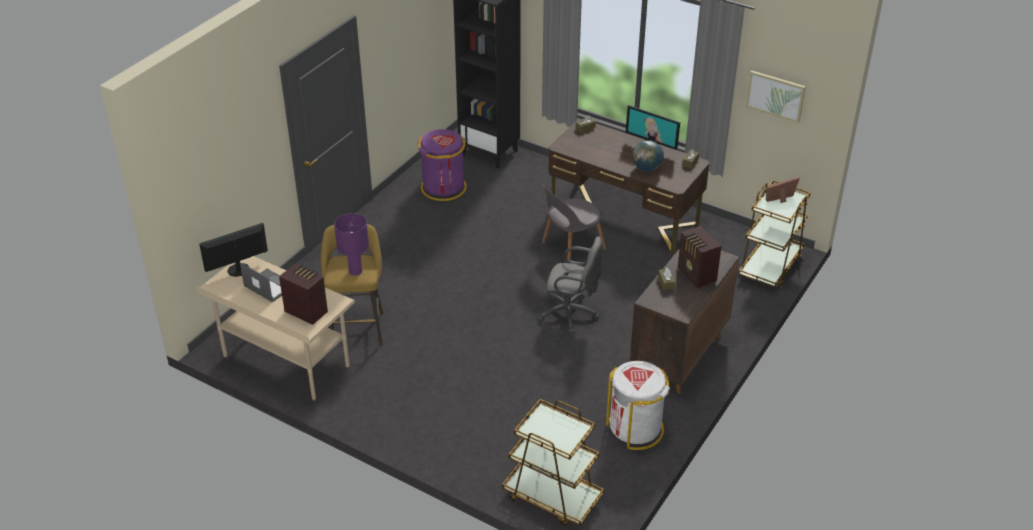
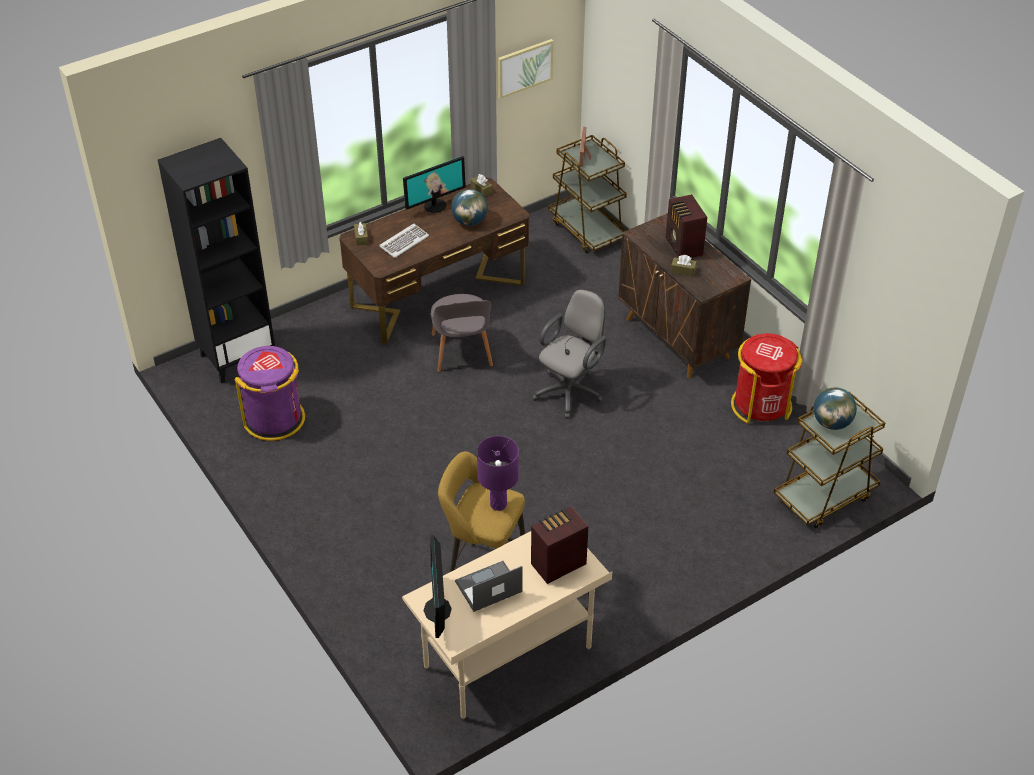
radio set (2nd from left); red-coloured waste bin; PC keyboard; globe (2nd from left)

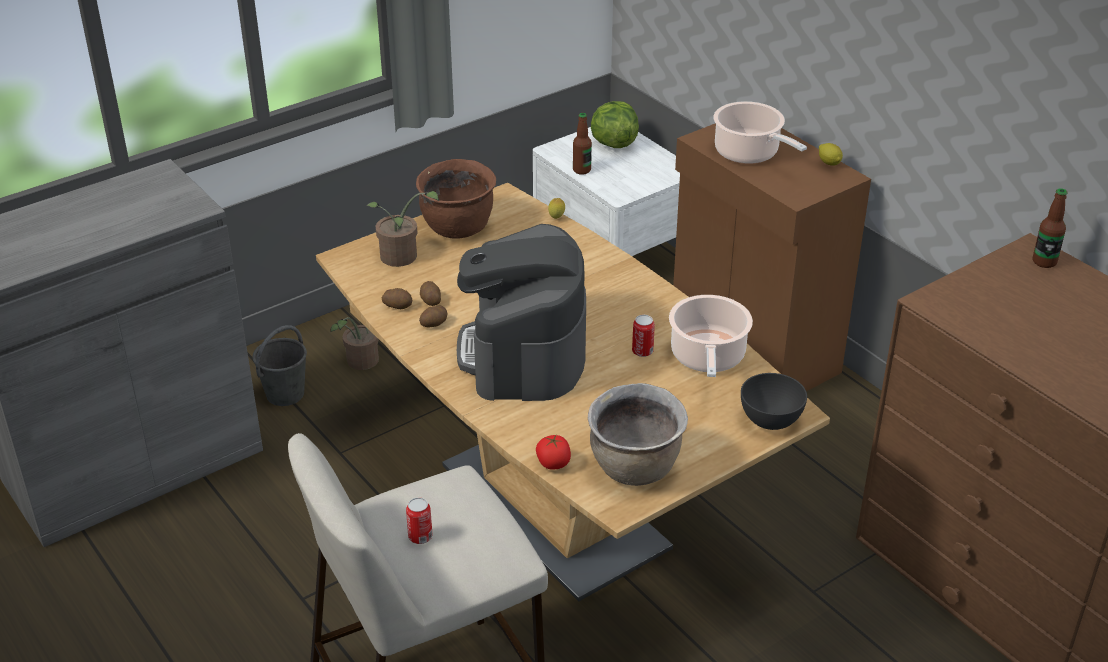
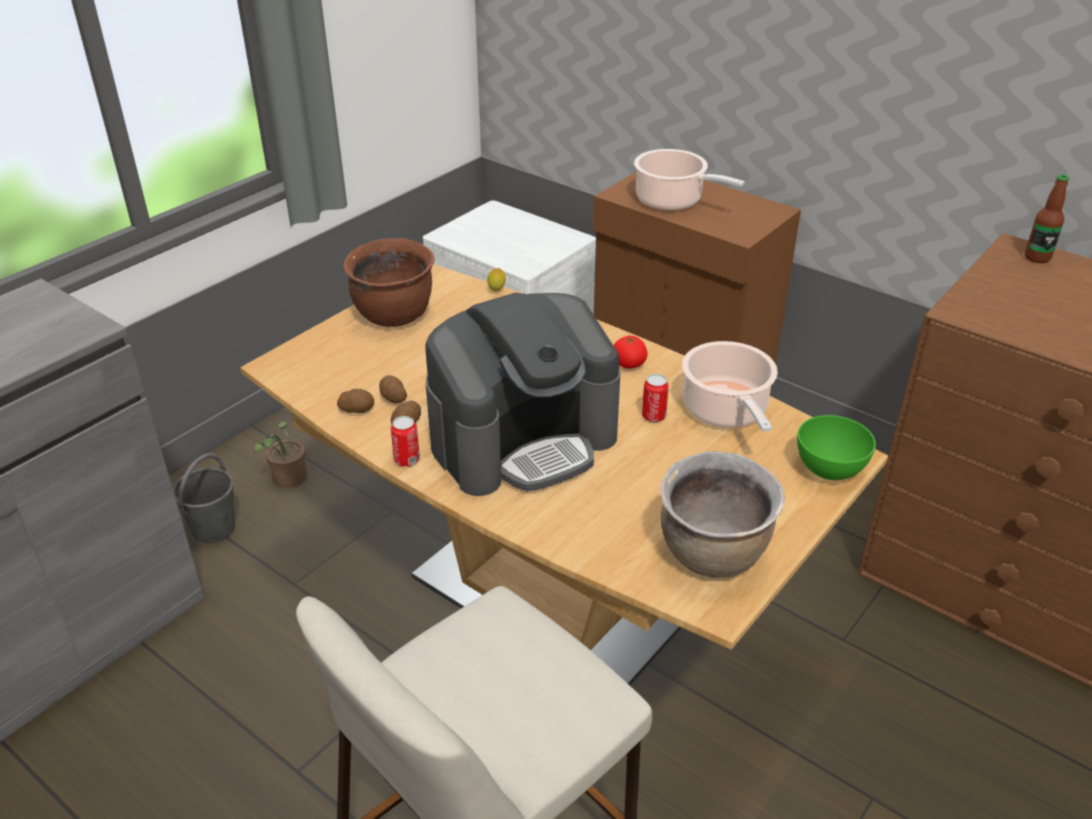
lettuce; drink bottle (1st from left in the first image); lemon (2nd from left in the first image); potted plant (2nd from left in the first image); coffee brewer; green serving bowl; tomato; metal can (1st from left)

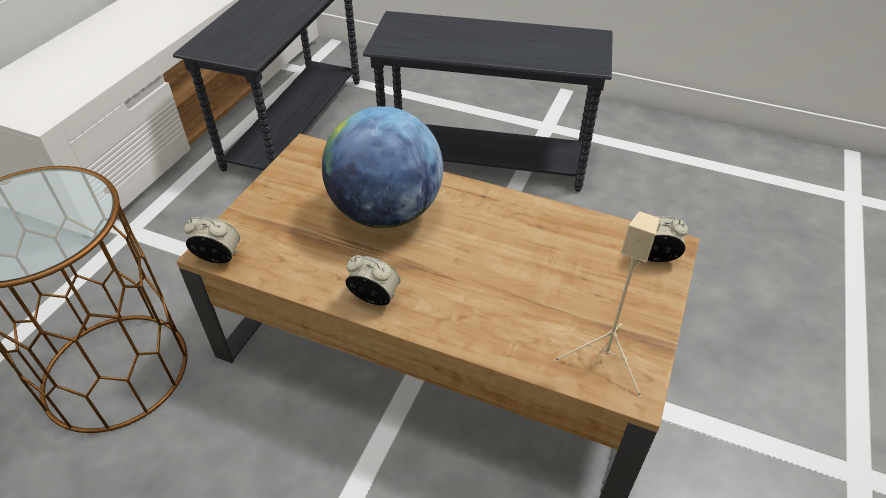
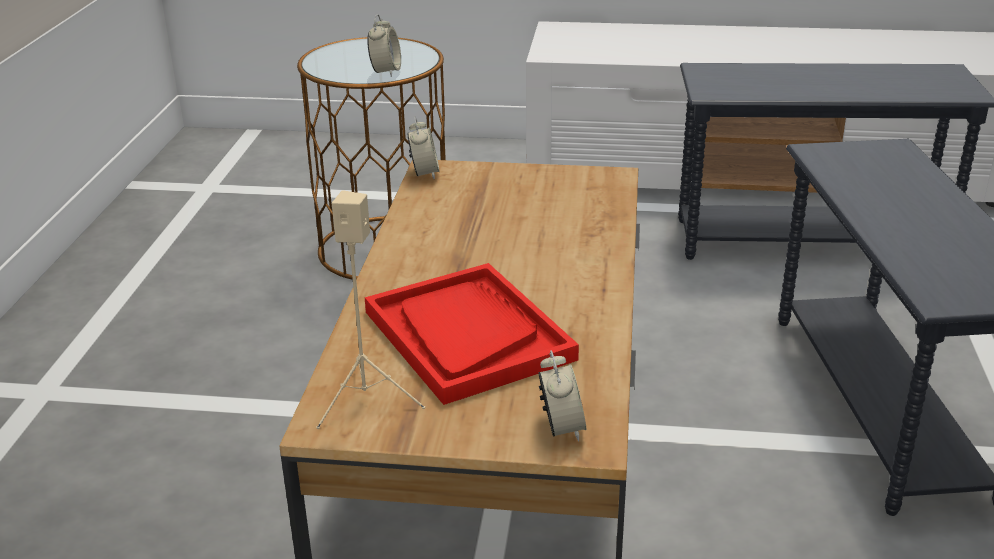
globe; table clock (1st from left); red-coloured serving tray

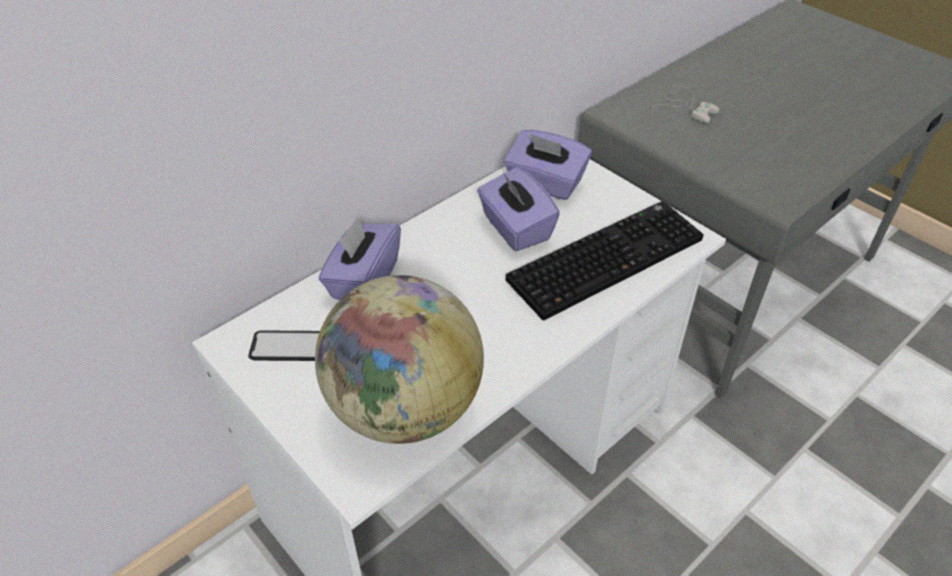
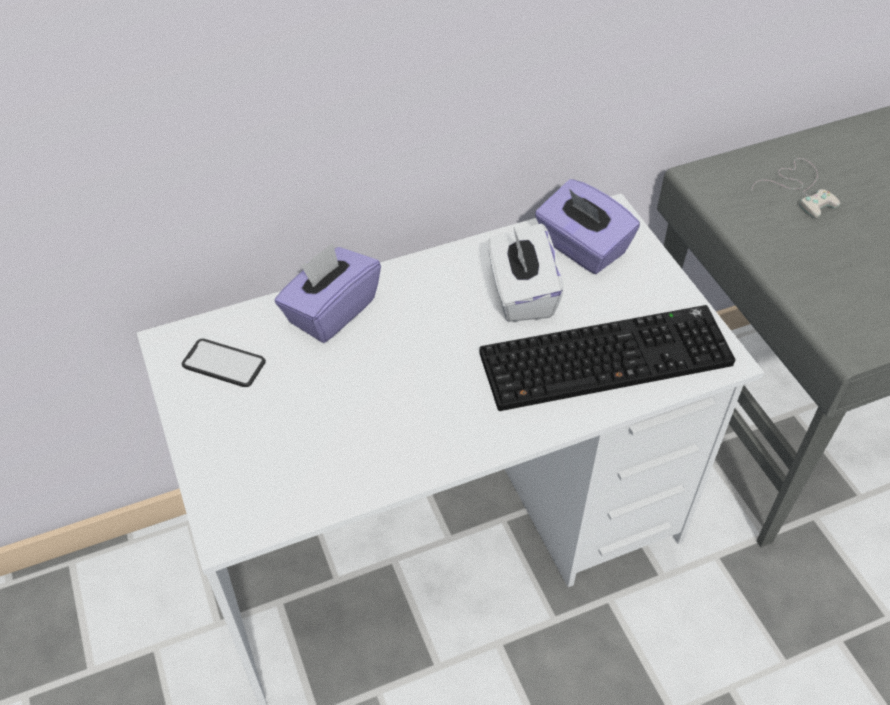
whitish tissue holder; globe

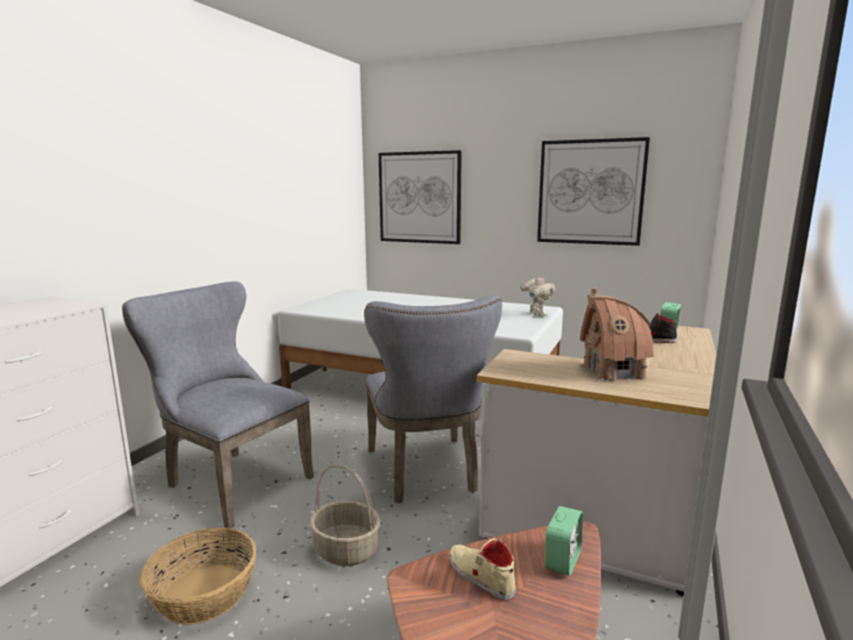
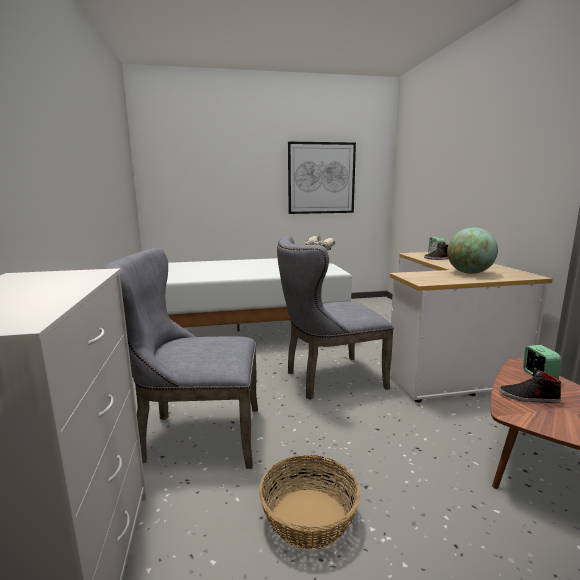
wall picture (1st from left in the first image); globe; gray plain chair (2nd from left); basket (2nd from left in the first image); black-coloured item of footwear (2nd from left)

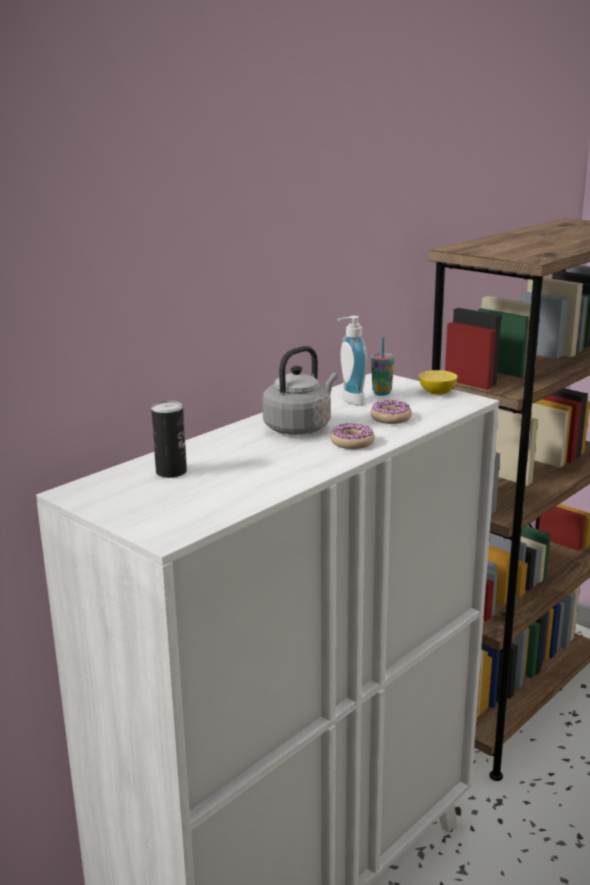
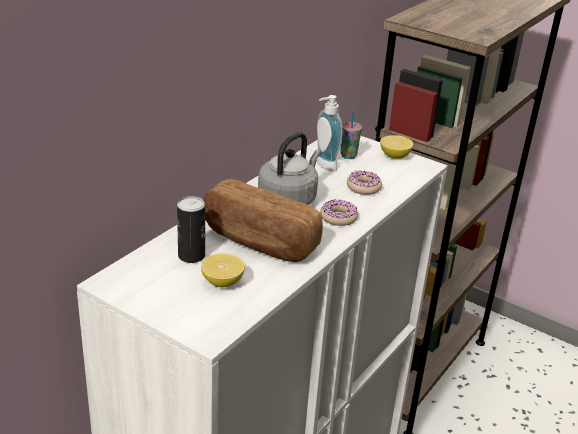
baked bread; lemon (1st from left)

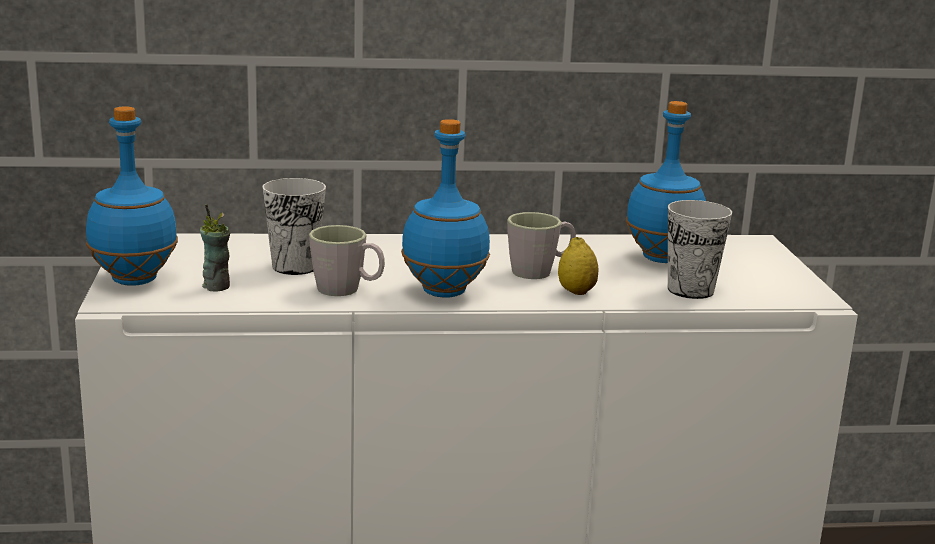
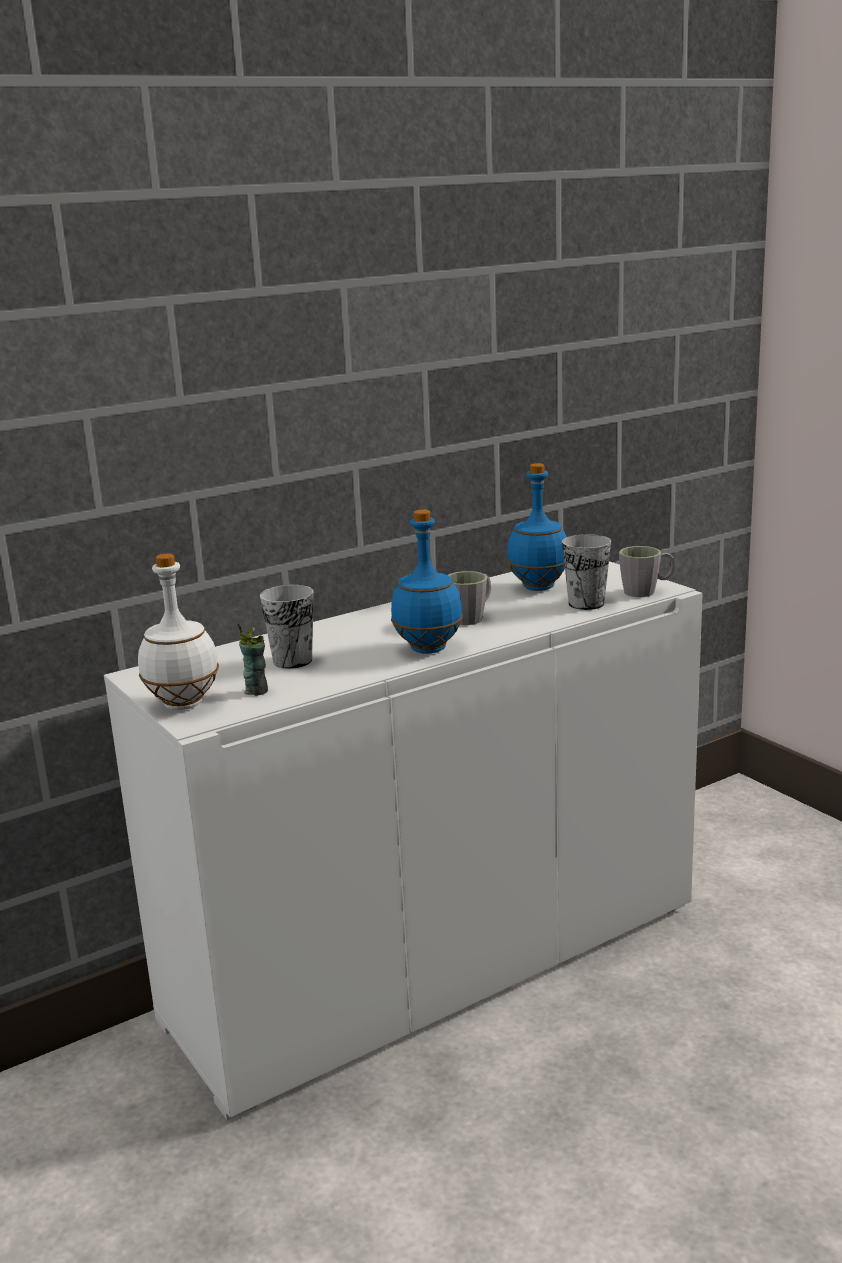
whitish drink bottle; gray tea mug (2nd from left); lemon

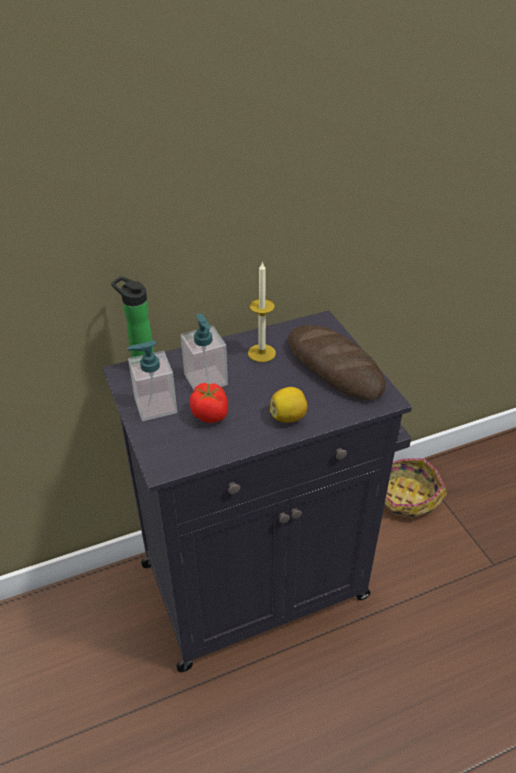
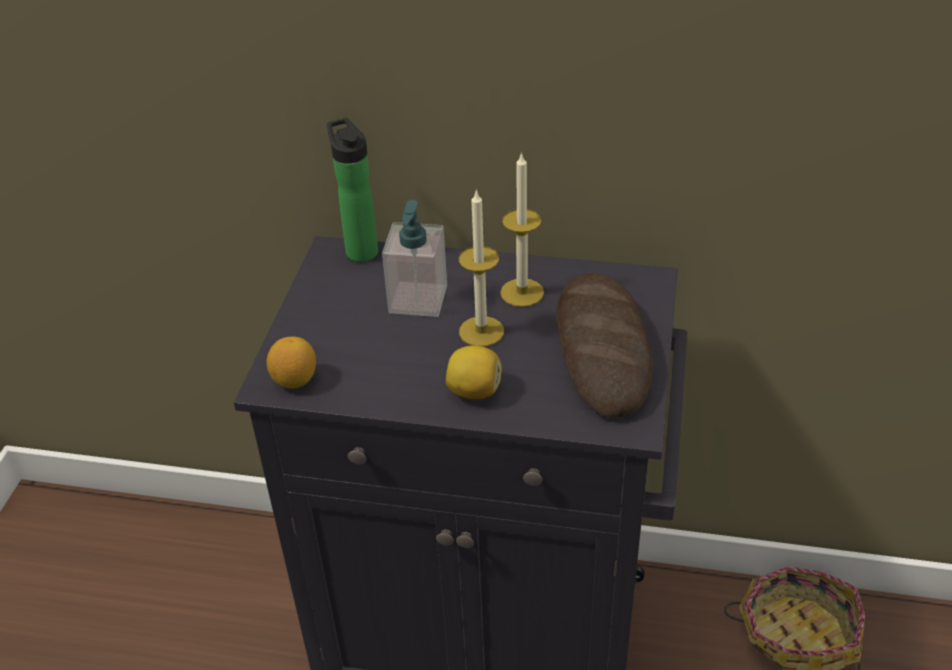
liquid soap bottle (1st from left in the first image); tomato; candle (1st from left); lemon (1st from left)

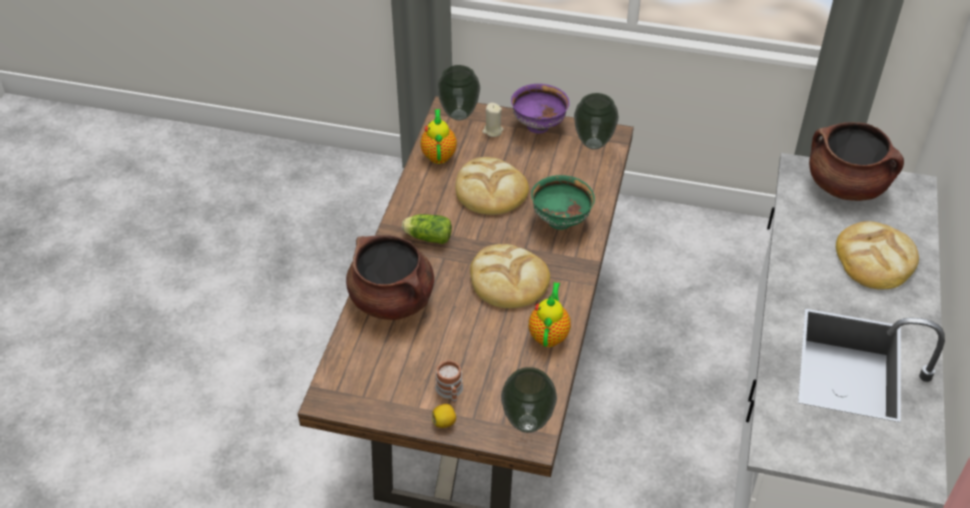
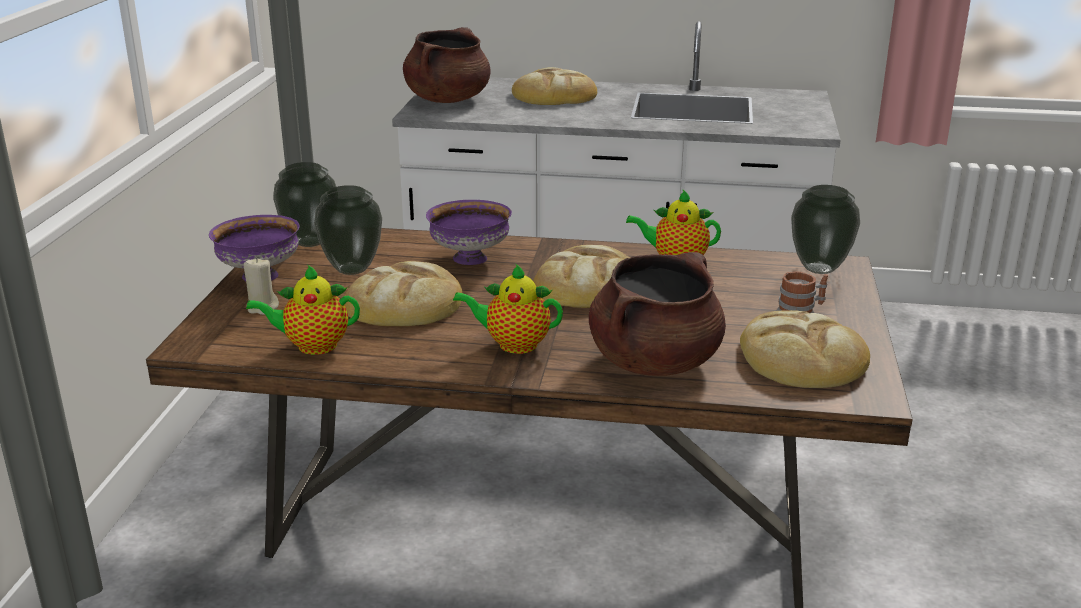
flower vase (2nd from left); purple-coloured serving bowl (2nd from left); tea pot (2nd from left); lemon; baked bread (4th from left)

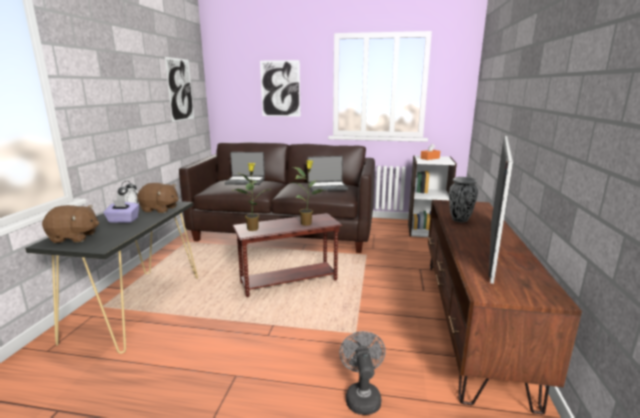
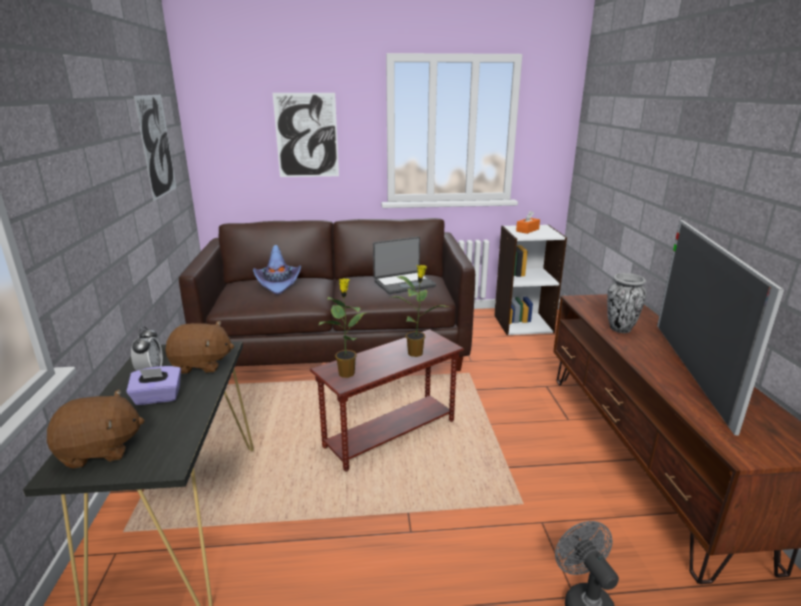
purple-coloured wearable hat

